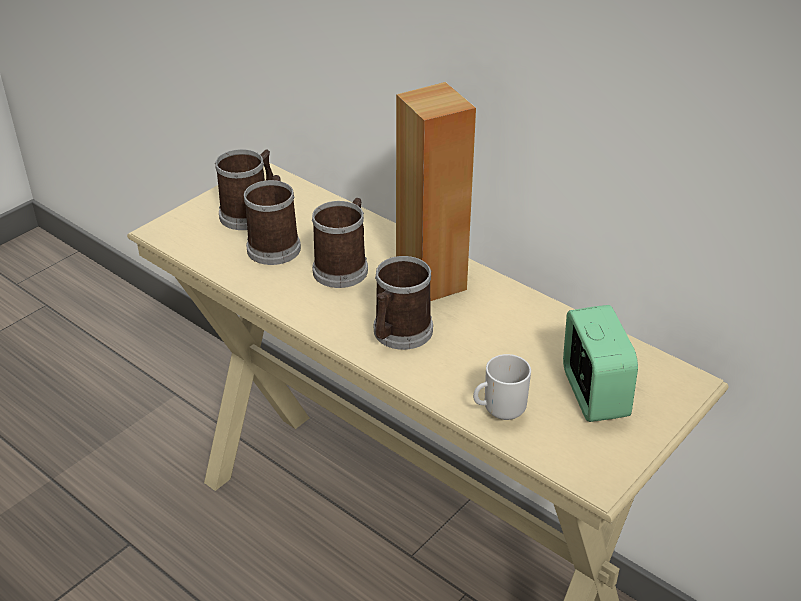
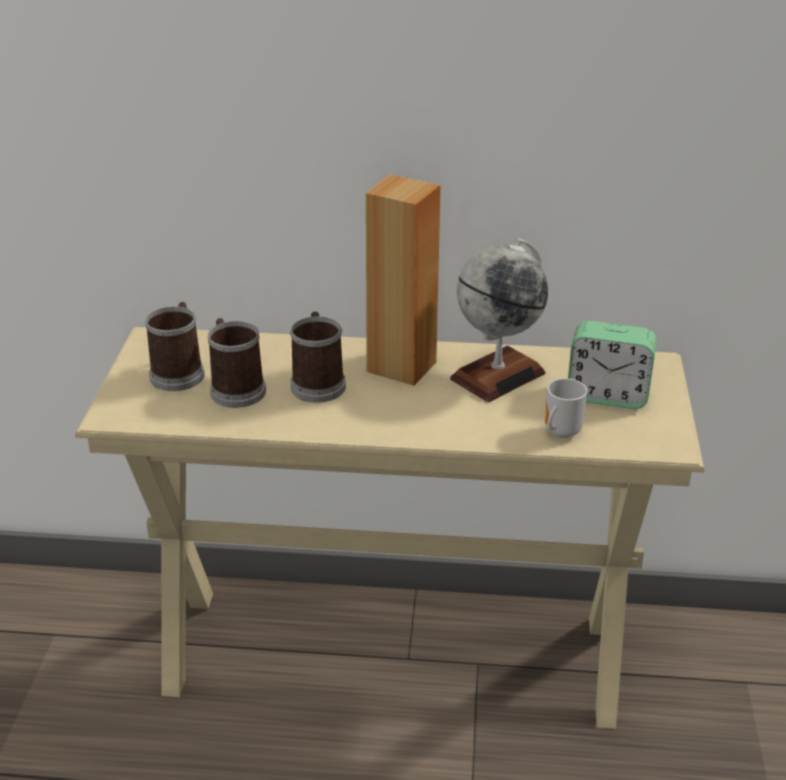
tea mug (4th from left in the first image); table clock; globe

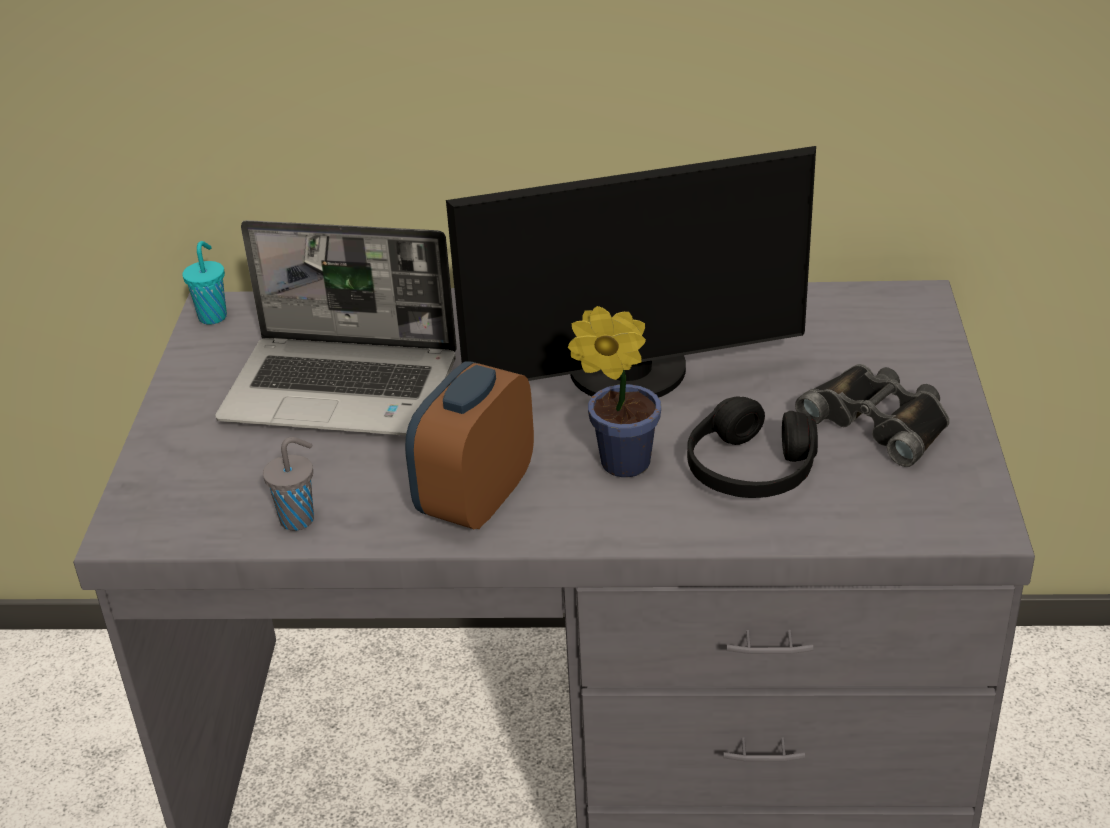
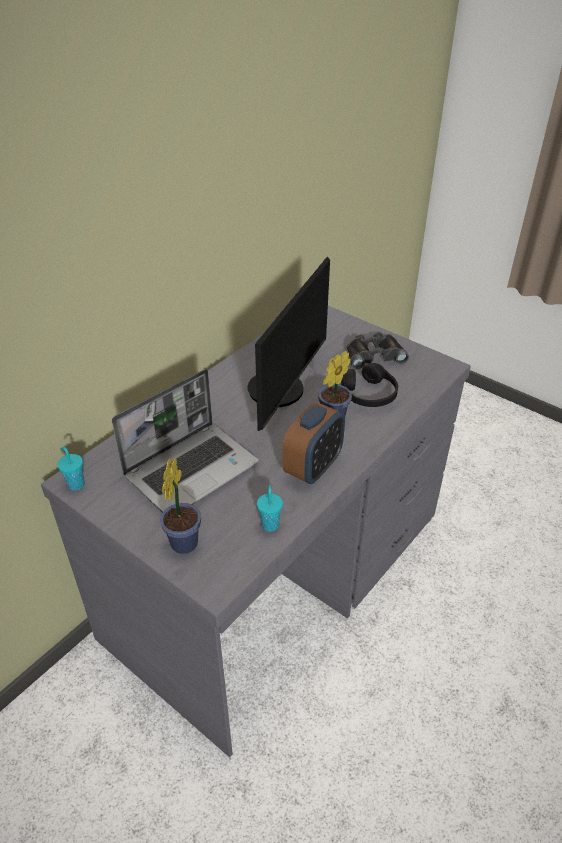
table clock; turquoise small cup (2nd from left); potted plant (1st from left)

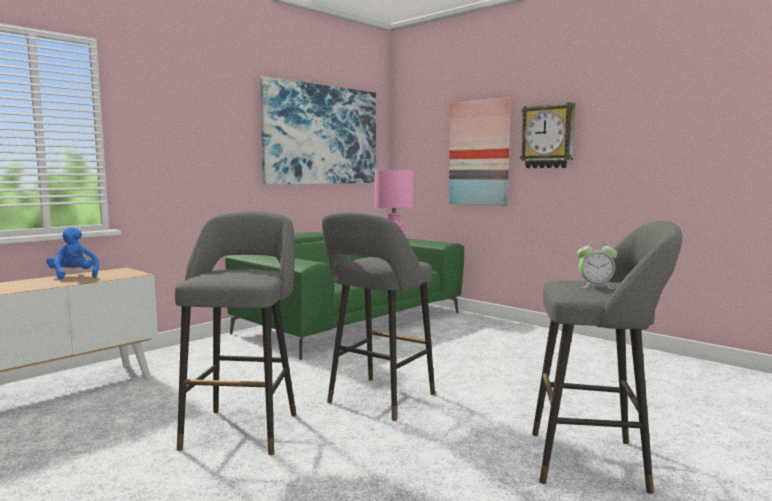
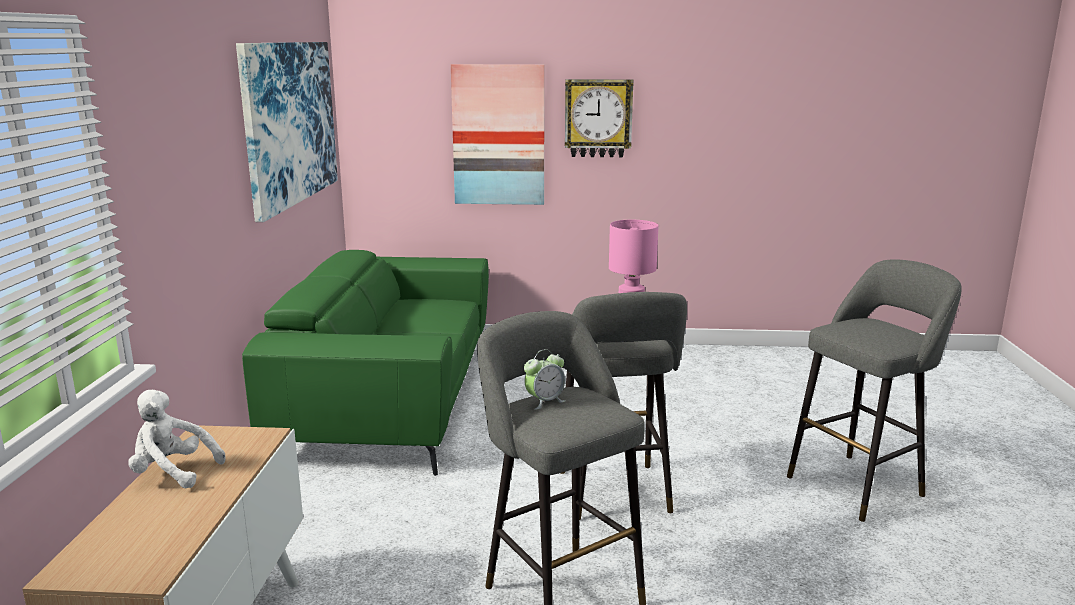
whitish plush toy; table clock

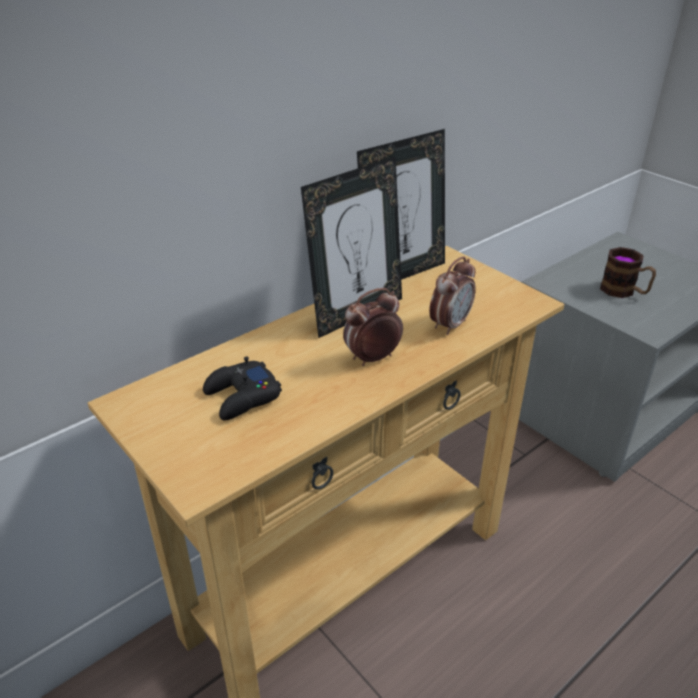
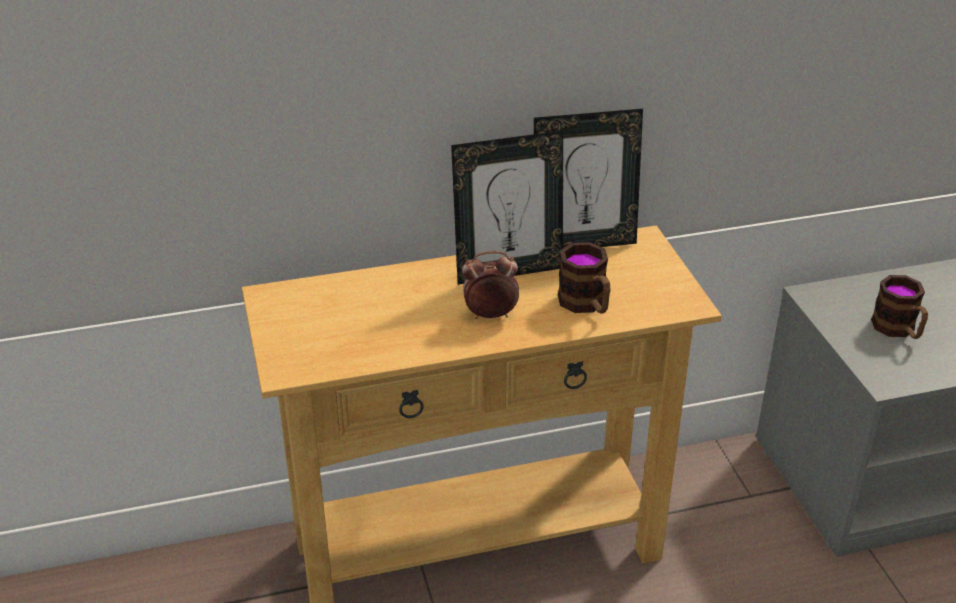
tea mug (1st from left); black-coloured joypad

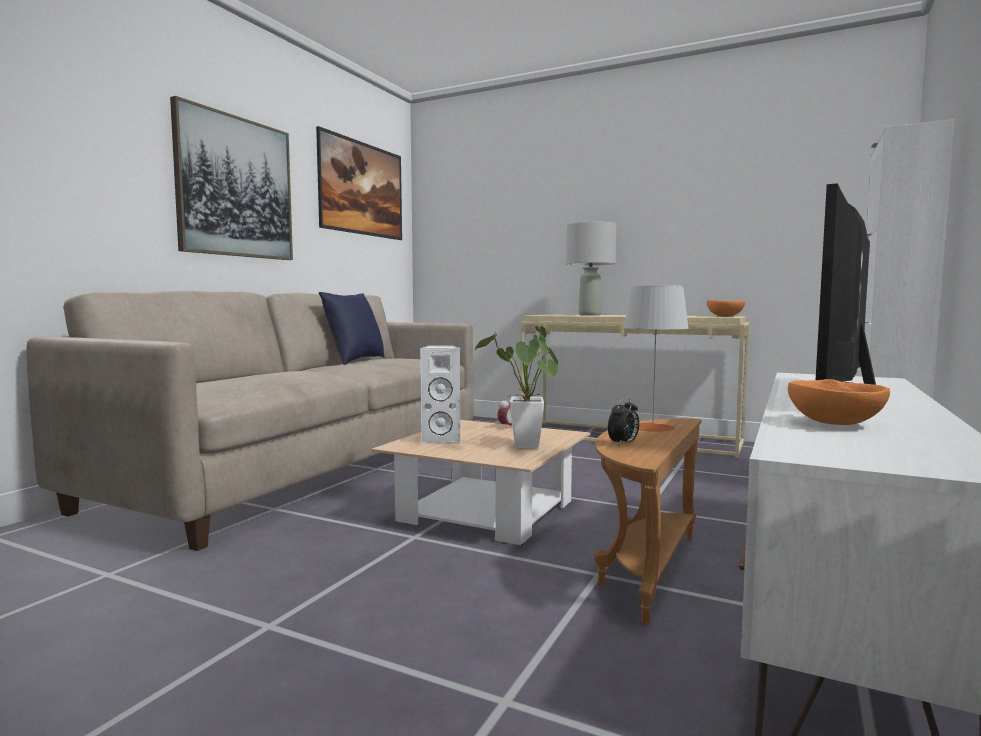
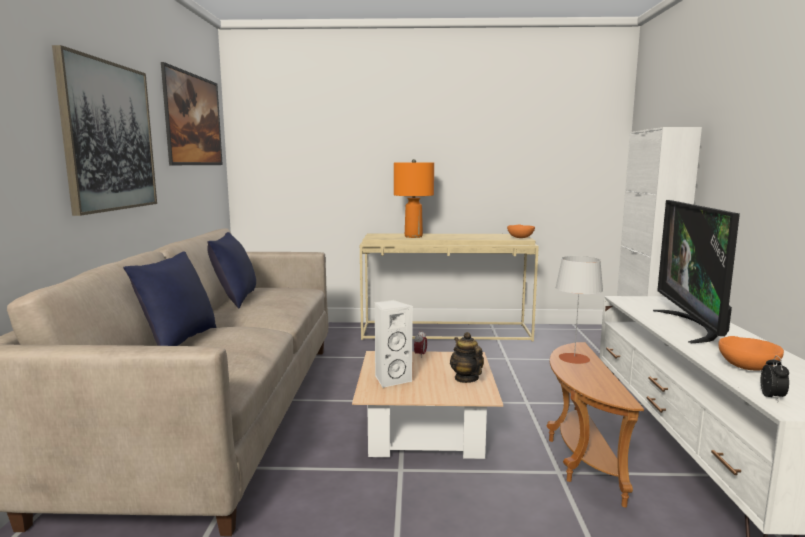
orange-coloured tabletop lamp; tea pot; table clock (2nd from left); bluish throw pillow (1st from left)

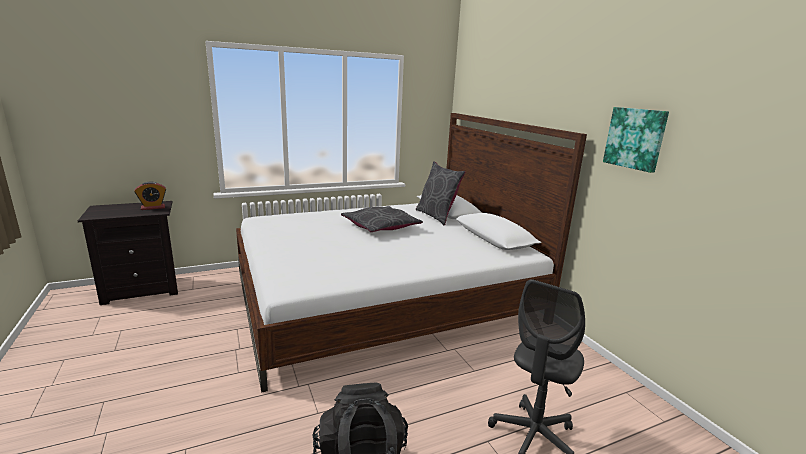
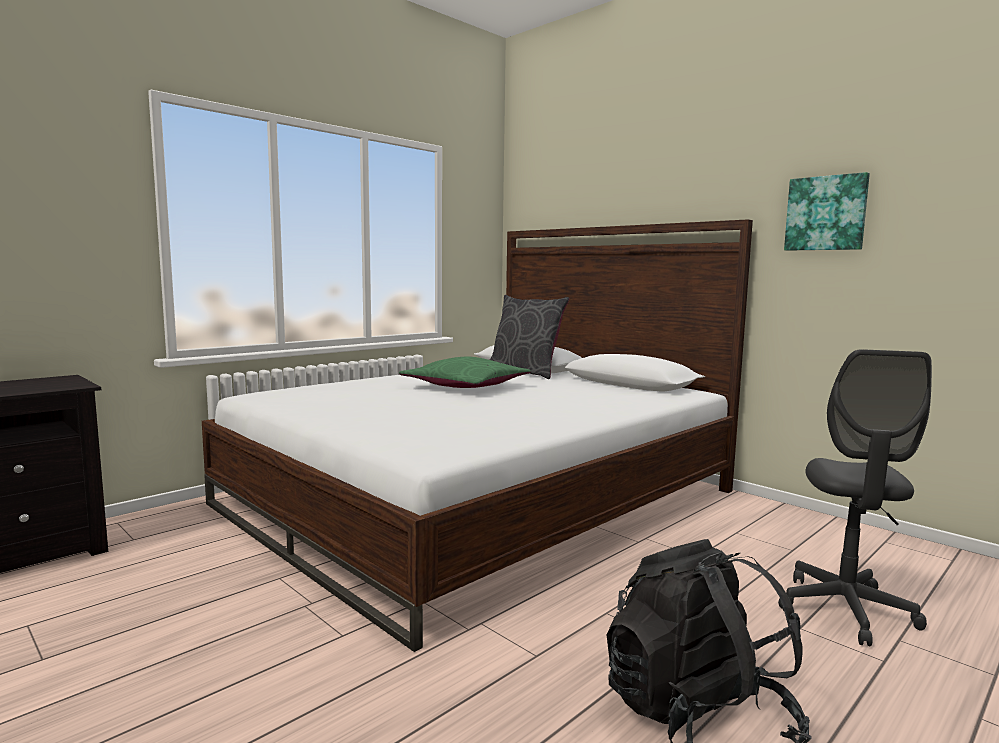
table clock; green throw pillow

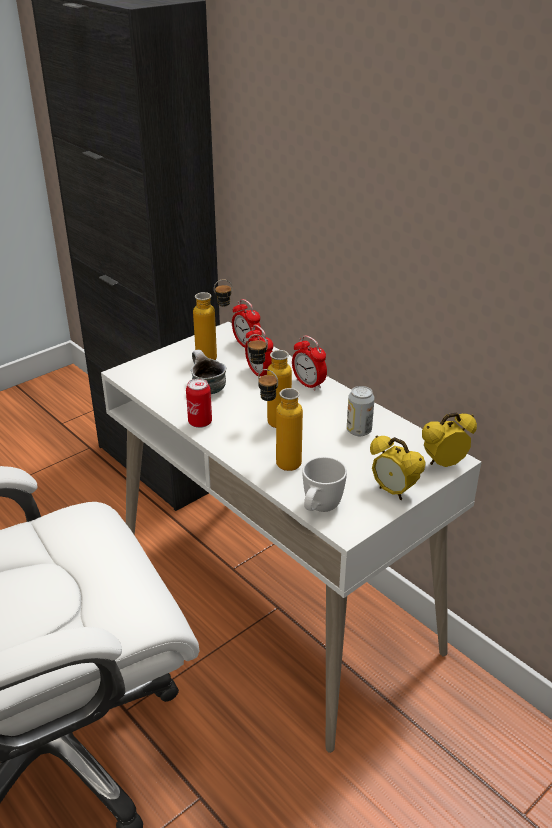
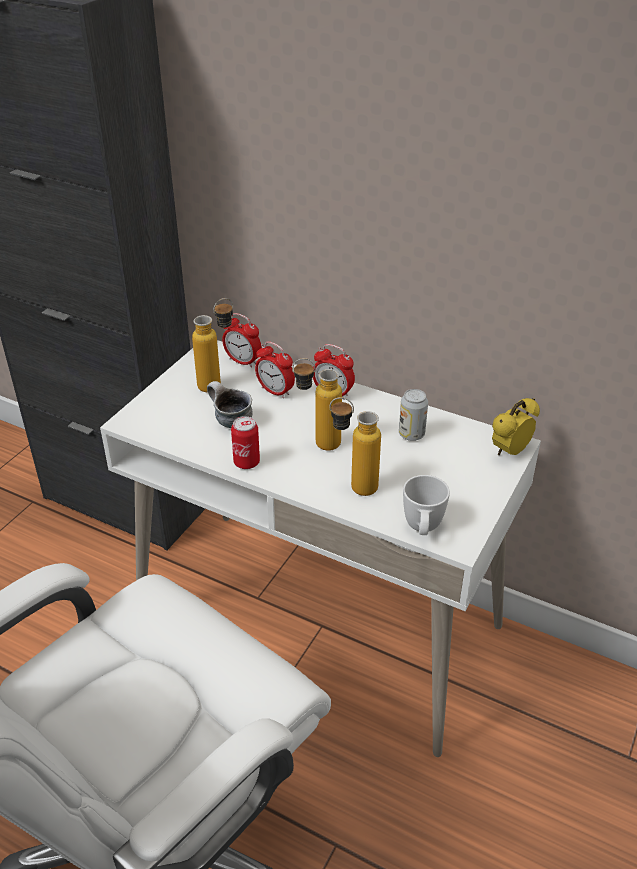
table clock (4th from left in the first image)

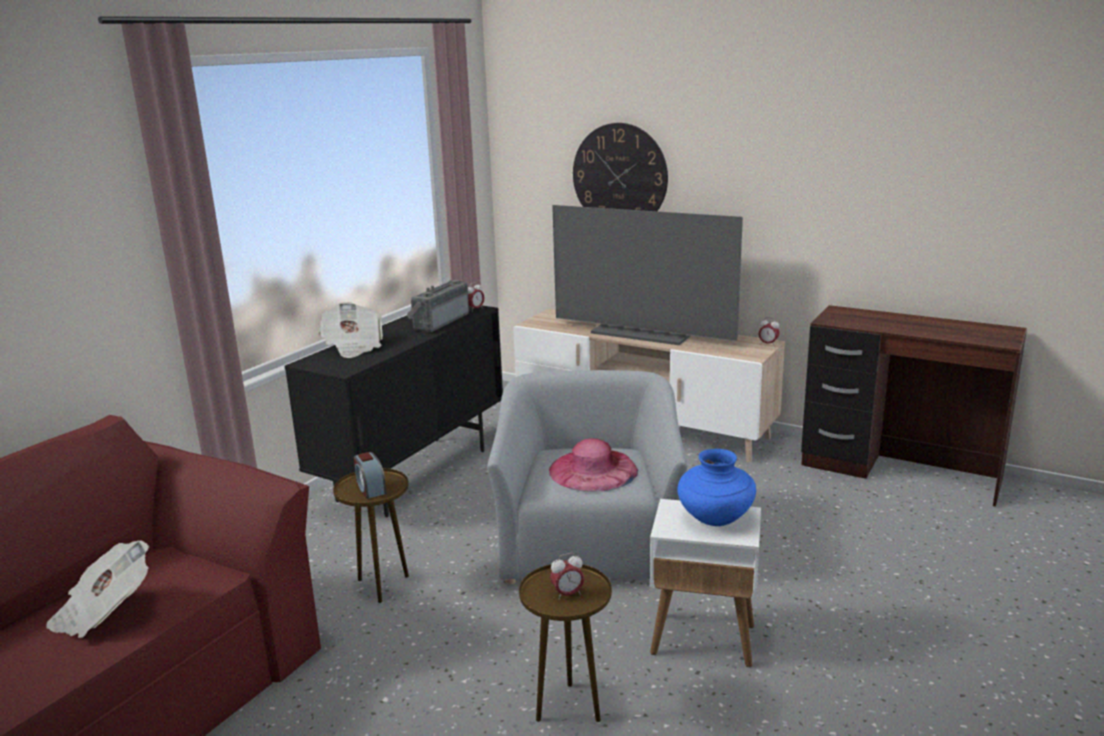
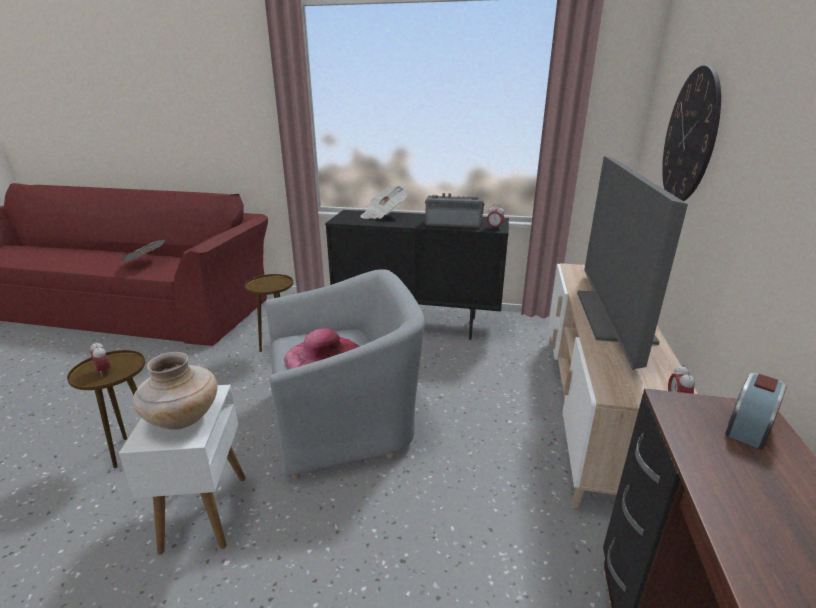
beige flower vase; table clock (4th from left)

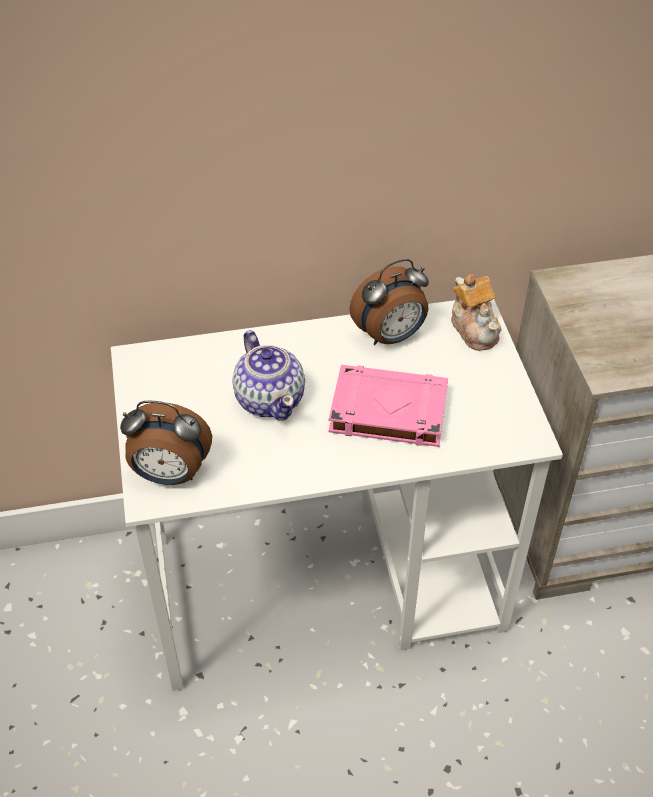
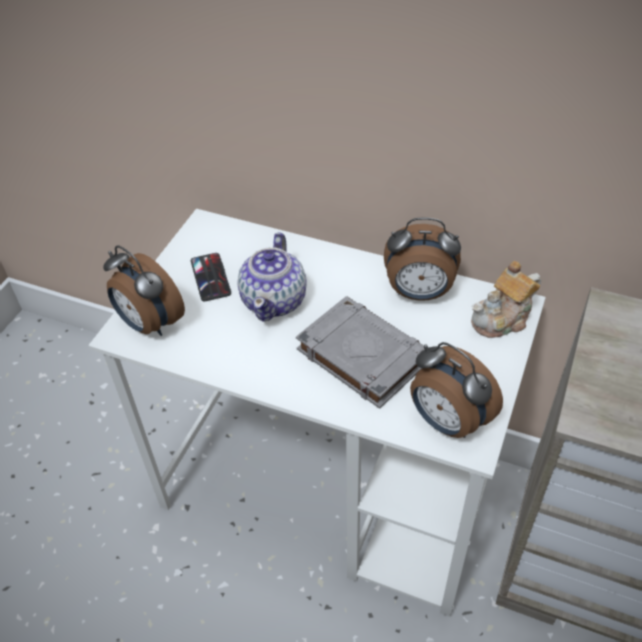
tea pot (2nd from left); gray book; phone; table clock (3rd from left)

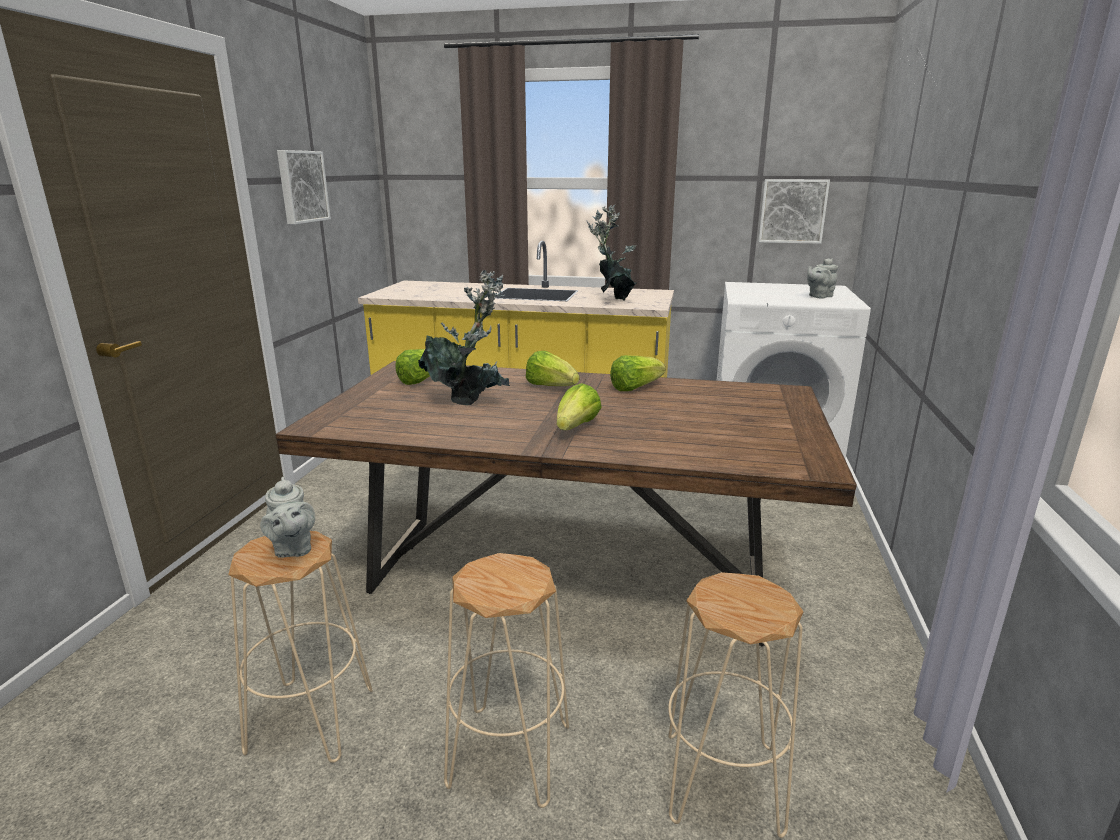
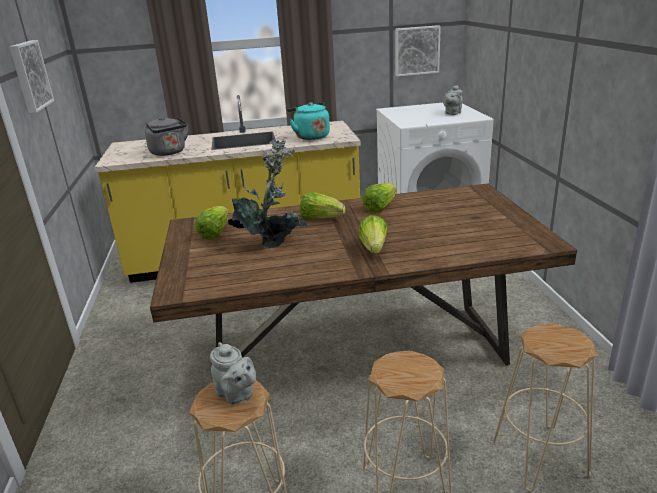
turquoise kettle; gray kettle

